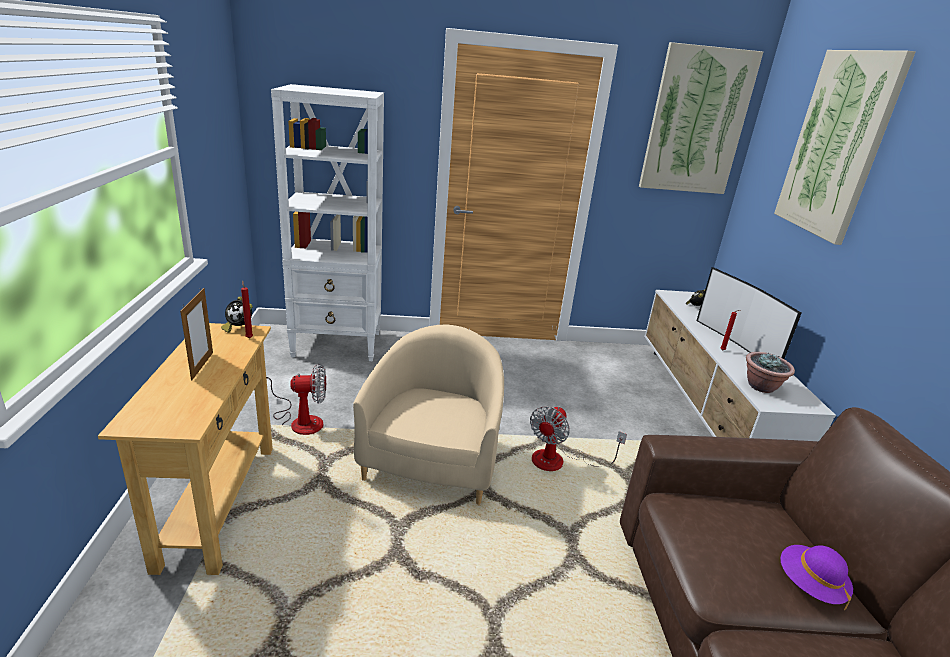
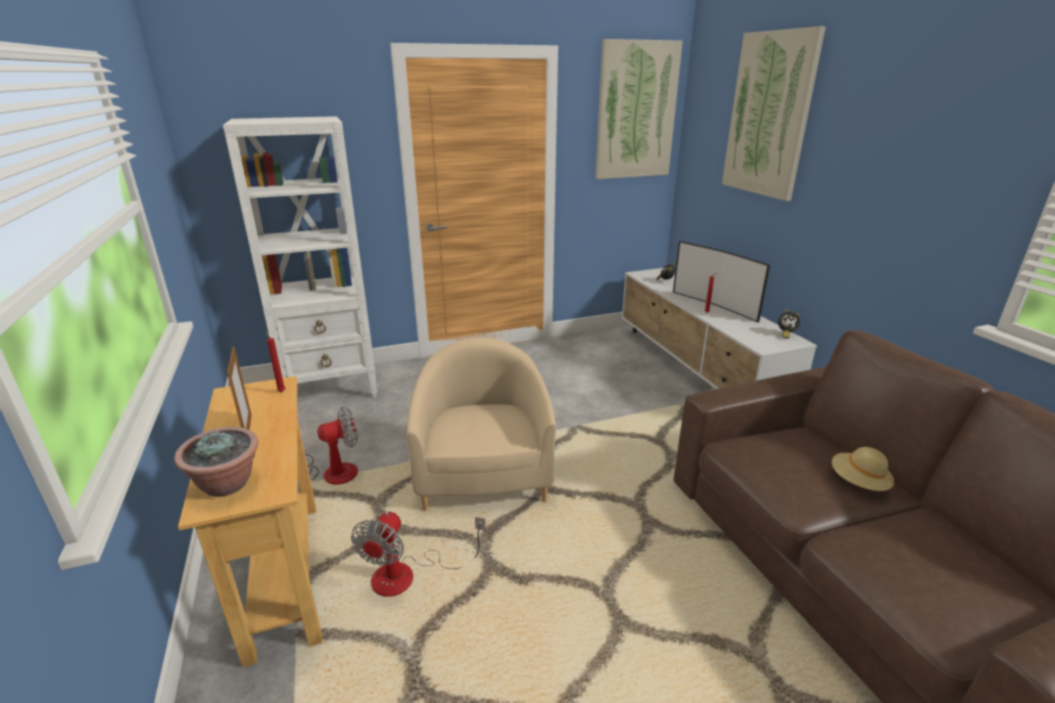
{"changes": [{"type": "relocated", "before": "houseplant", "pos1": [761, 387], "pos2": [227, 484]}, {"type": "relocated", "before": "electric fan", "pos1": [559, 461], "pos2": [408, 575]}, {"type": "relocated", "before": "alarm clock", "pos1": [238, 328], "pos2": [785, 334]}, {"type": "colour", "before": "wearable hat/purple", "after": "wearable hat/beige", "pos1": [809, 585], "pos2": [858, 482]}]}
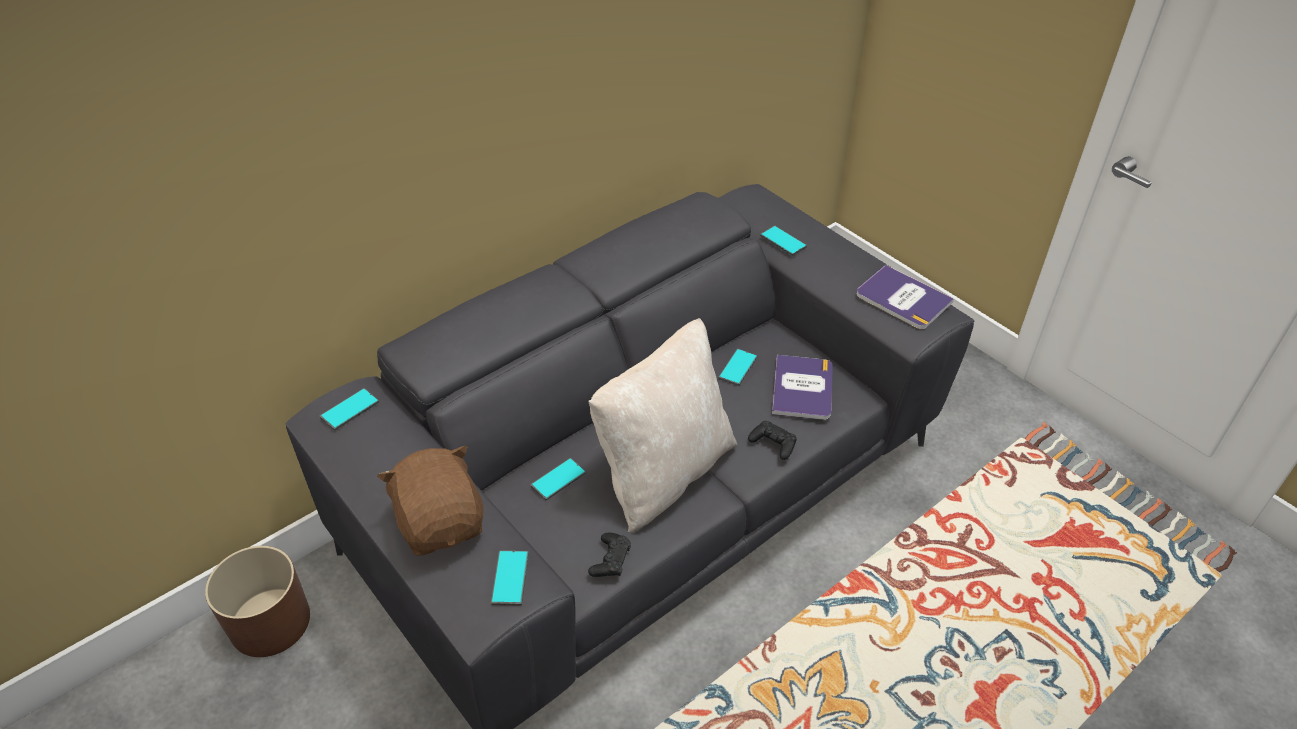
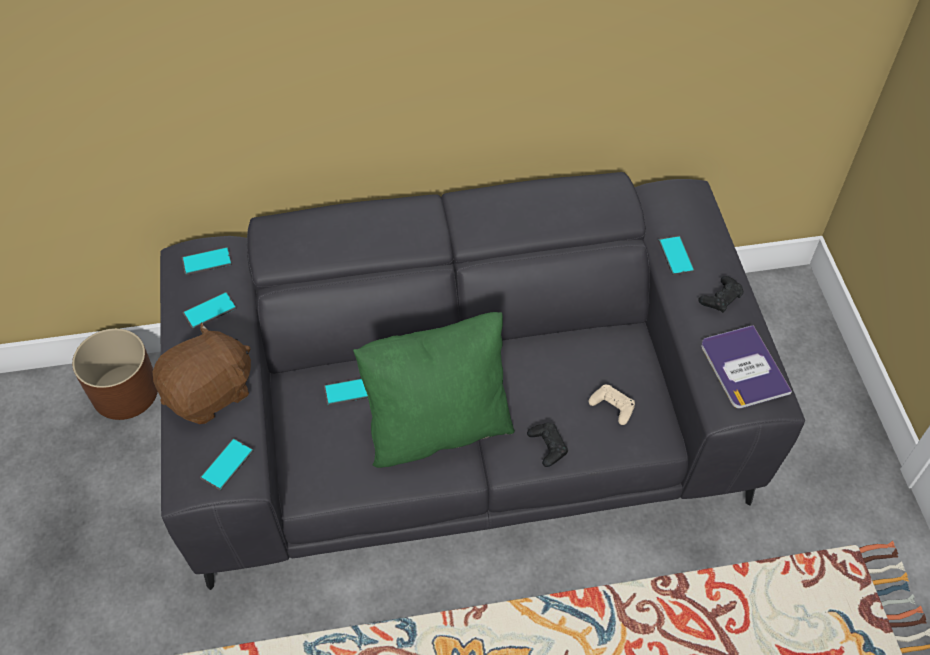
{"changes": [{"type": "spun", "before": "plush toy/brown-coloured", "pos1": [441, 522], "pos2": [210, 393], "turn": 45}, {"type": "relocated", "before": "handset", "pos1": [738, 368], "pos2": [209, 311]}, {"type": "colour", "before": "pillow/beige", "after": "pillow/green-coloured", "pos1": [663, 472], "pos2": [437, 427]}, {"type": "exchanged", "before": "bound book", "after": "joypad/beige", "pos1": [802, 388], "pos2": [612, 406]}, {"type": "relocated", "before": "joypad/black", "pos1": [610, 559], "pos2": [721, 298]}]}
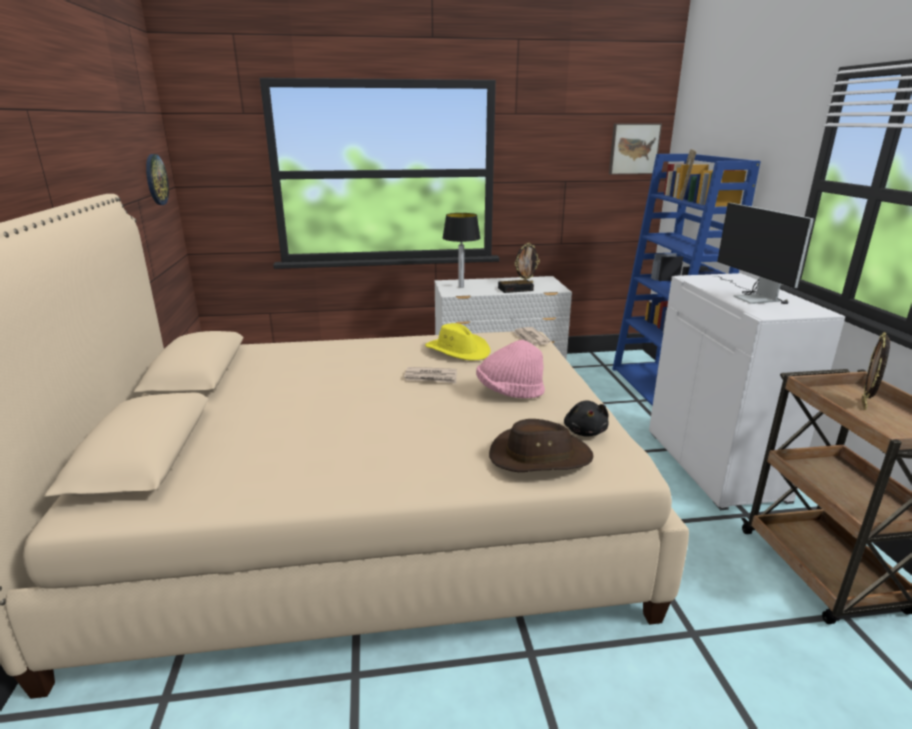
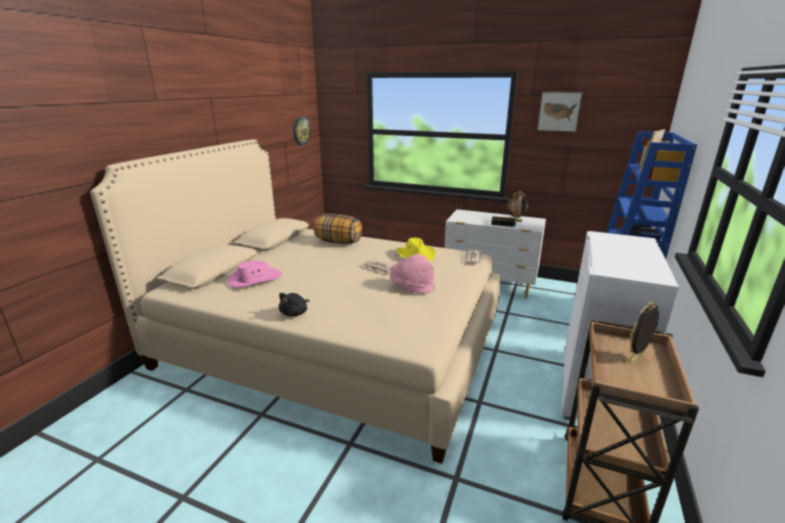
{"changes": [{"type": "appeared", "after": "wearable hat/pink-coloured", "pos2": [255, 279]}, {"type": "relocated", "before": "plush toy/black", "pos1": [585, 431], "pos2": [295, 313]}, {"type": "appeared", "after": "pillow", "pos2": [338, 242]}, {"type": "relocated", "before": "wall picture", "pos1": [633, 149], "pos2": [559, 111]}, {"type": "missing", "before": "table lamp", "pos1": [461, 287]}, {"type": "missing", "before": "wearable hat/brown-coloured", "pos1": [539, 456]}, {"type": "missing", "before": "computer display", "pos1": [750, 296]}]}
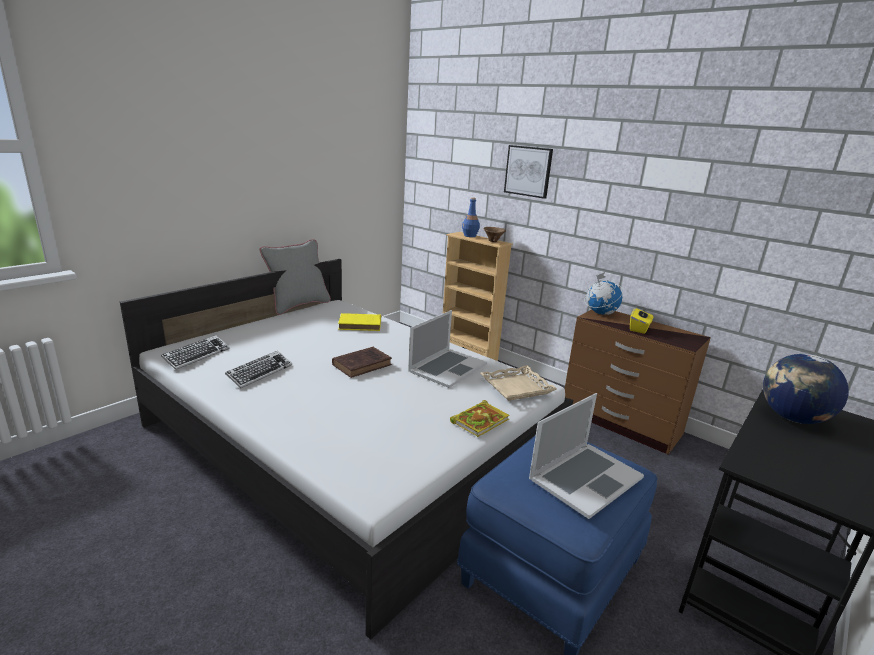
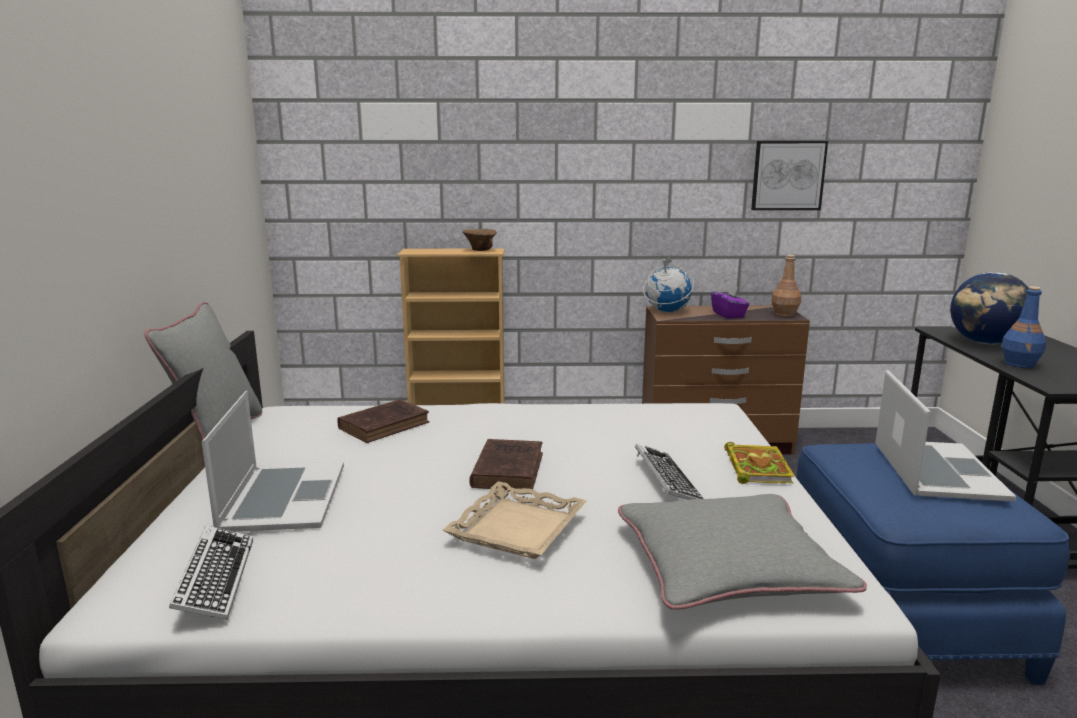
{"changes": [{"type": "relocated", "before": "laptop", "pos1": [447, 367], "pos2": [283, 496]}, {"type": "colour", "before": "bound book/yellow", "after": "bound book/brown-coloured", "pos1": [361, 325], "pos2": [386, 425]}, {"type": "relocated", "before": "tray/beige", "pos1": [517, 388], "pos2": [518, 528]}, {"type": "appeared", "after": "pillow/grey", "pos2": [728, 565]}, {"type": "relocated", "before": "keyboard", "pos1": [260, 372], "pos2": [666, 480]}, {"type": "colour", "before": "tissue holder/yellow", "after": "tissue holder/purple", "pos1": [639, 329], "pos2": [728, 315]}, {"type": "relocated", "before": "wall picture", "pos1": [528, 171], "pos2": [788, 175]}, {"type": "appeared", "after": "bottle/brown-coloured", "pos2": [785, 314]}, {"type": "relocated", "before": "bottle/blue", "pos1": [470, 236], "pos2": [1020, 364]}]}
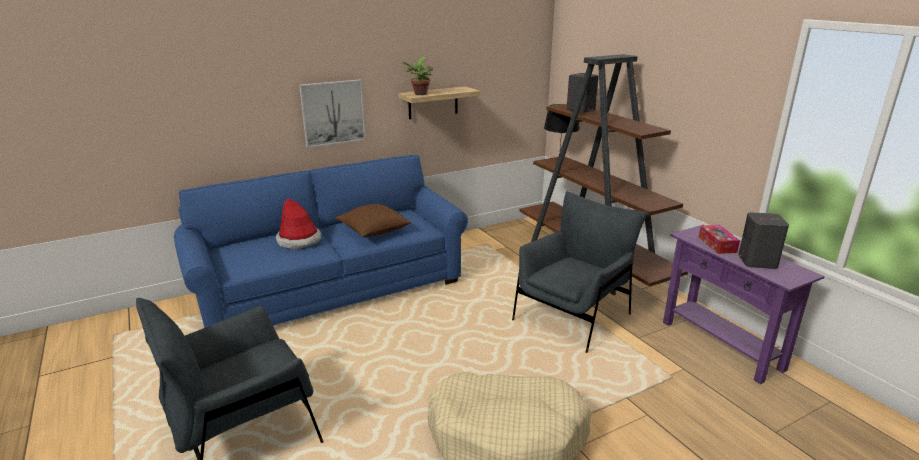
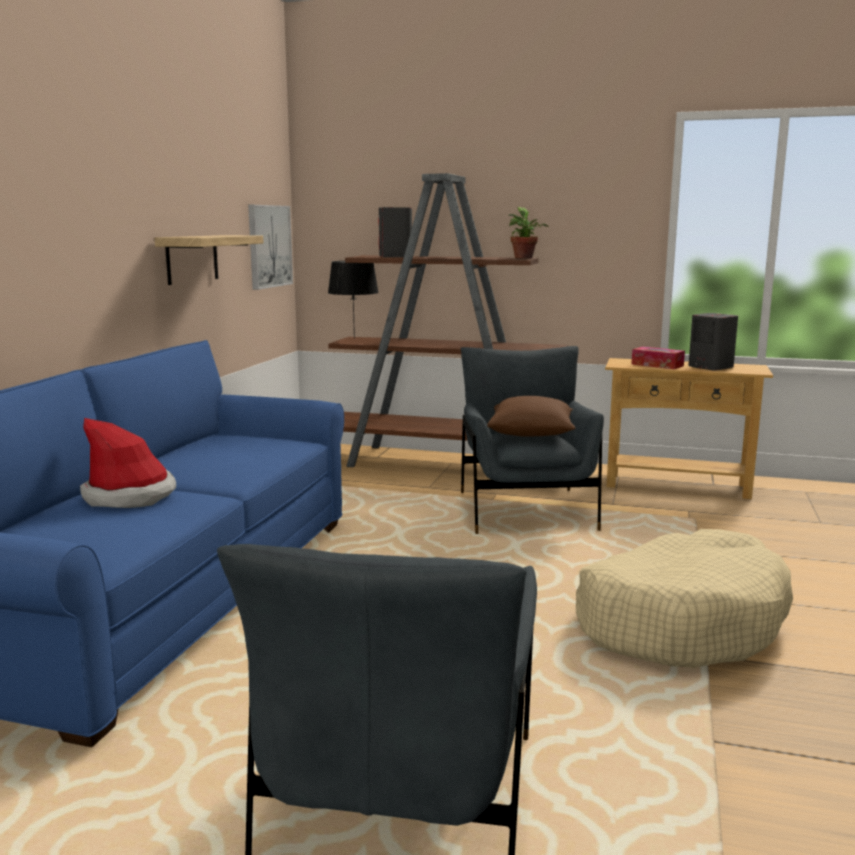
{"changes": [{"type": "relocated", "before": "wall picture", "pos1": [333, 113], "pos2": [269, 246]}, {"type": "relocated", "before": "pillow/brown-coloured", "pos1": [374, 231], "pos2": [531, 435]}, {"type": "relocated", "before": "houseplant", "pos1": [419, 94], "pos2": [524, 258]}, {"type": "colour", "before": "narrow table/purple", "after": "narrow table/beige", "pos1": [721, 345], "pos2": [677, 485]}]}
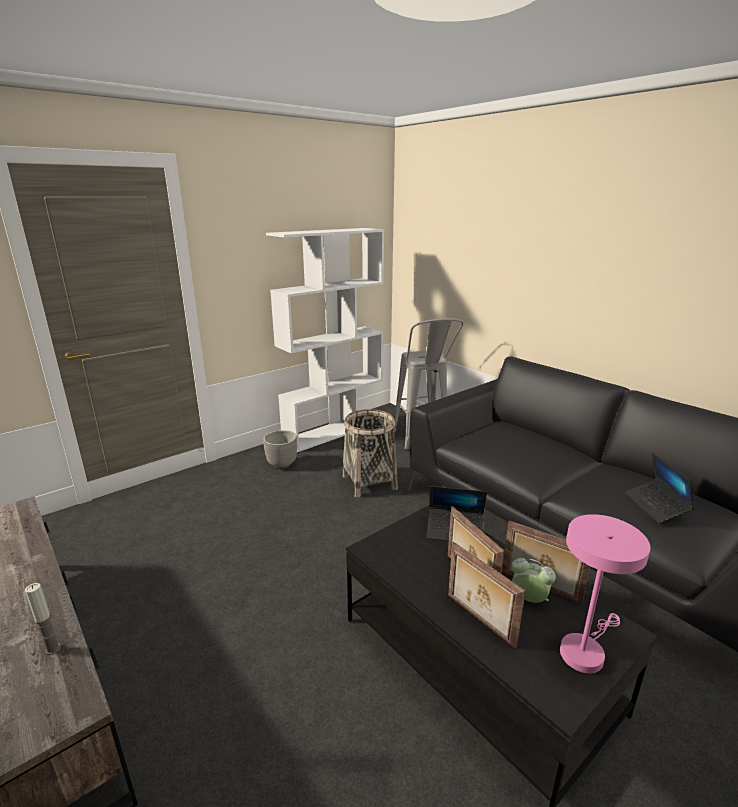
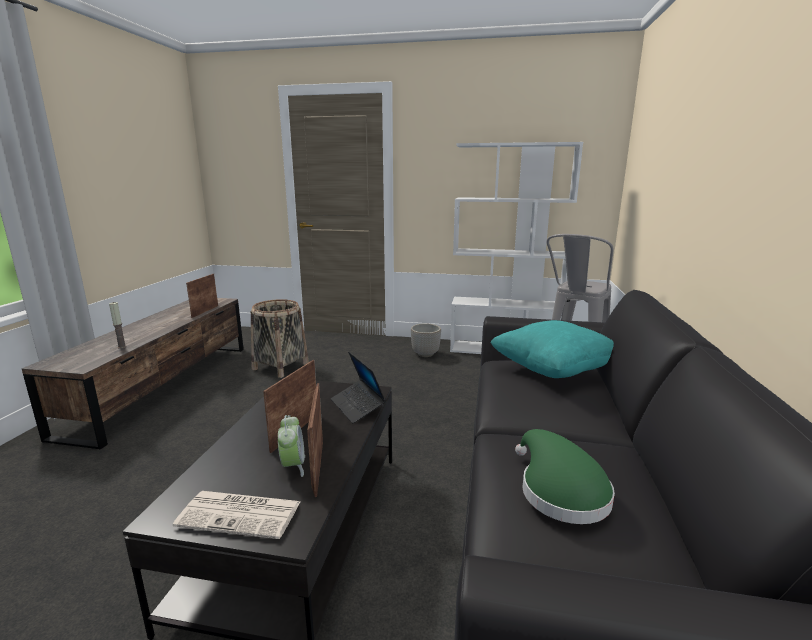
{"changes": [{"type": "exchanged", "before": "table lamp/pink-coloured", "after": "daily paper", "pos1": [584, 650], "pos2": [241, 514]}, {"type": "relocated", "before": "picture frame", "pos1": [479, 620], "pos2": [204, 311]}, {"type": "relocated", "before": "basket", "pos1": [369, 482], "pos2": [281, 366]}, {"type": "appeared", "after": "pillow/turquoise-coloured", "pos2": [552, 371]}, {"type": "exchanged", "before": "laptop", "after": "wearable hat/green-coloured", "pos1": [656, 506], "pos2": [559, 491]}]}
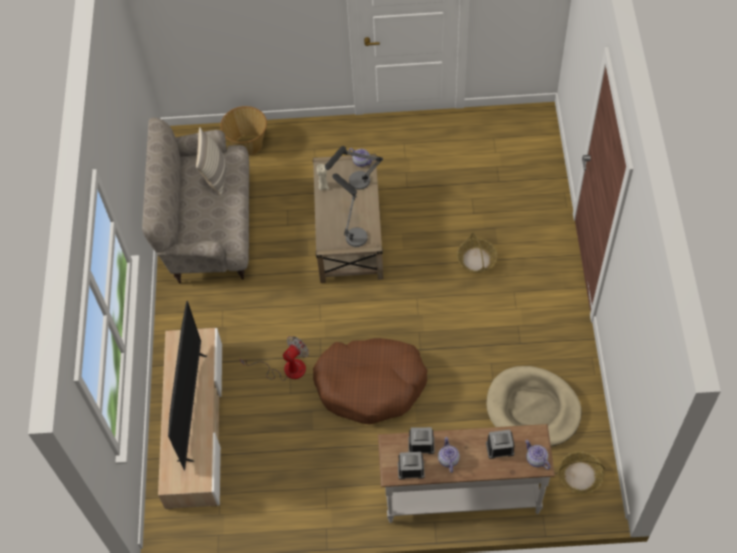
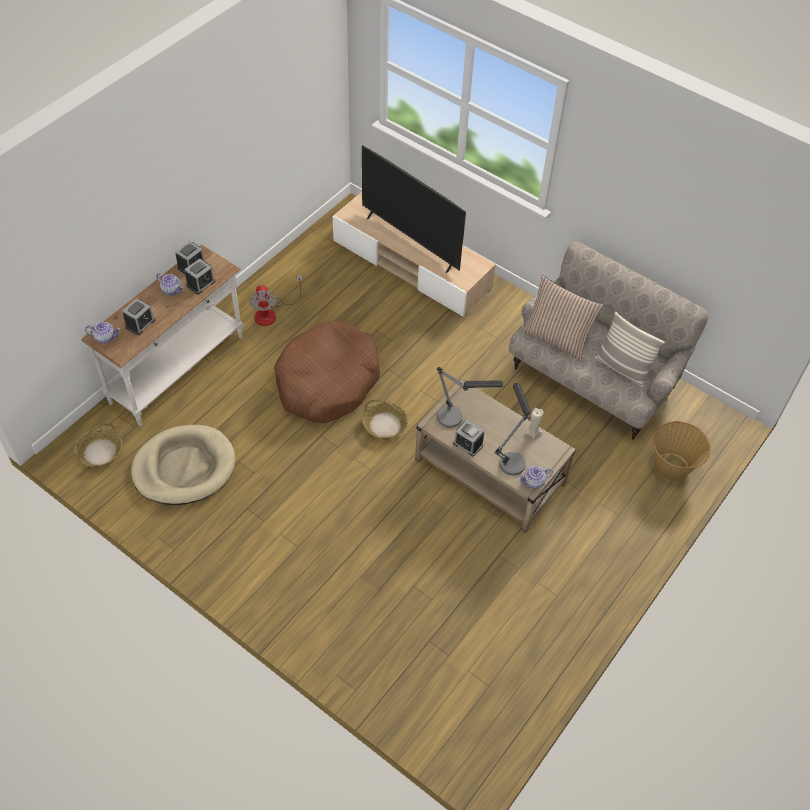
{"changes": [{"type": "relocated", "before": "electric fan", "pos1": [286, 369], "pos2": [271, 313]}, {"type": "relocated", "before": "basket", "pos1": [476, 259], "pos2": [384, 425]}, {"type": "appeared", "after": "alarm clock", "pos2": [468, 444]}, {"type": "appeared", "after": "pillow", "pos2": [556, 338]}]}
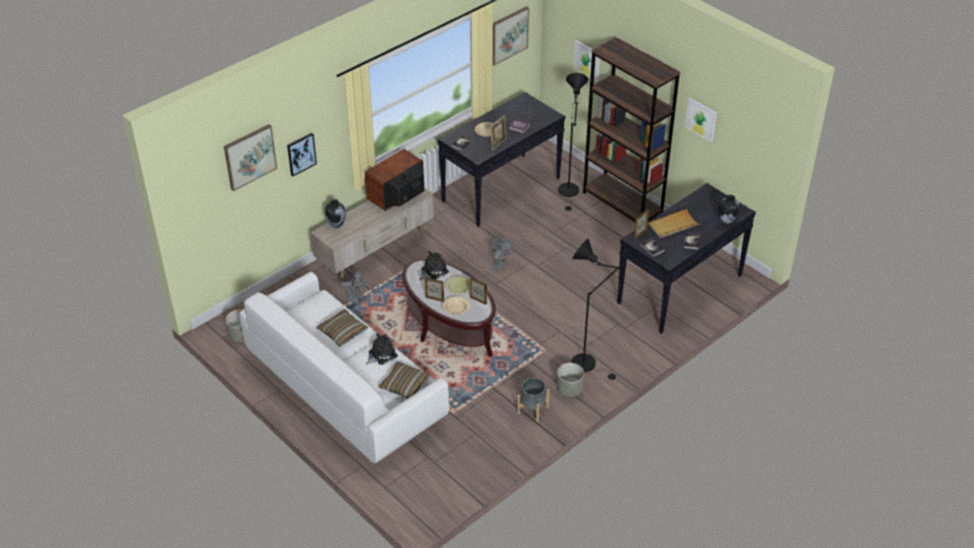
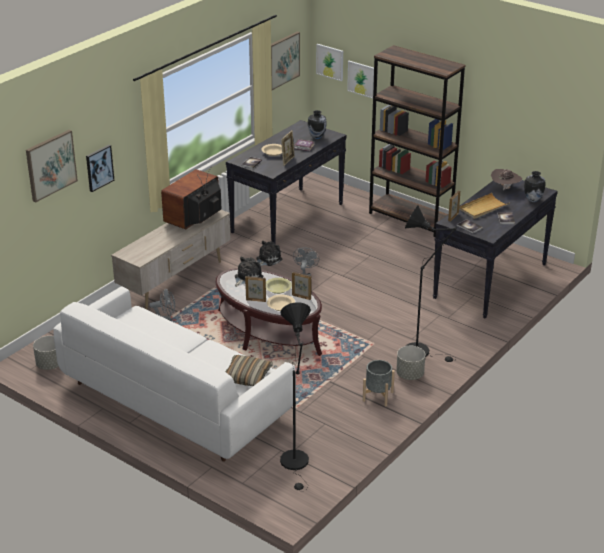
{"changes": [{"type": "relocated", "before": "plush toy", "pos1": [381, 355], "pos2": [267, 260]}, {"type": "relocated", "before": "floor lamp/black", "pos1": [569, 193], "pos2": [296, 464]}, {"type": "relocated", "before": "flower vase", "pos1": [336, 225], "pos2": [317, 137]}, {"type": "relocated", "before": "wall picture", "pos1": [701, 119], "pos2": [330, 62]}, {"type": "appeared", "after": "wearable hat/brown-coloured", "pos2": [505, 188]}, {"type": "missing", "before": "pillow", "pos1": [342, 332]}]}
